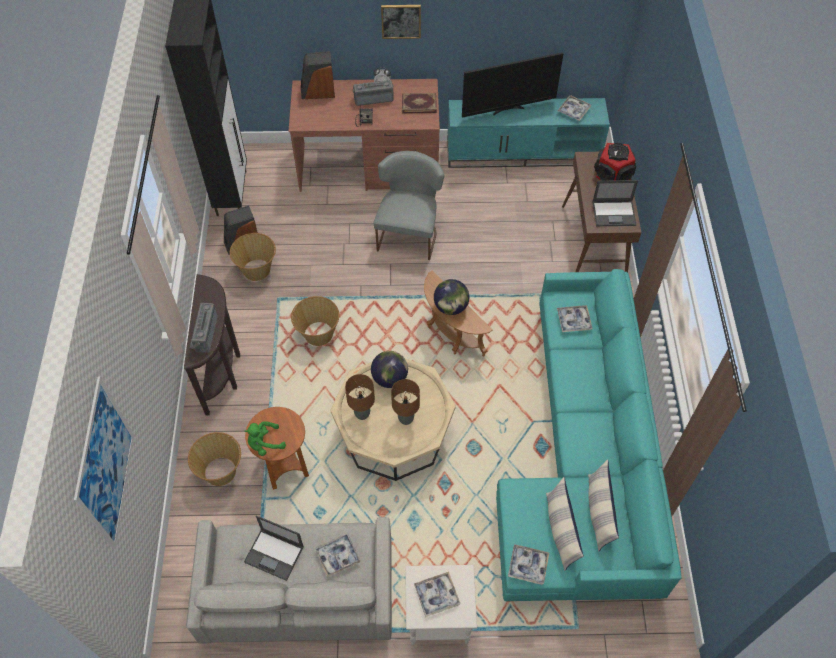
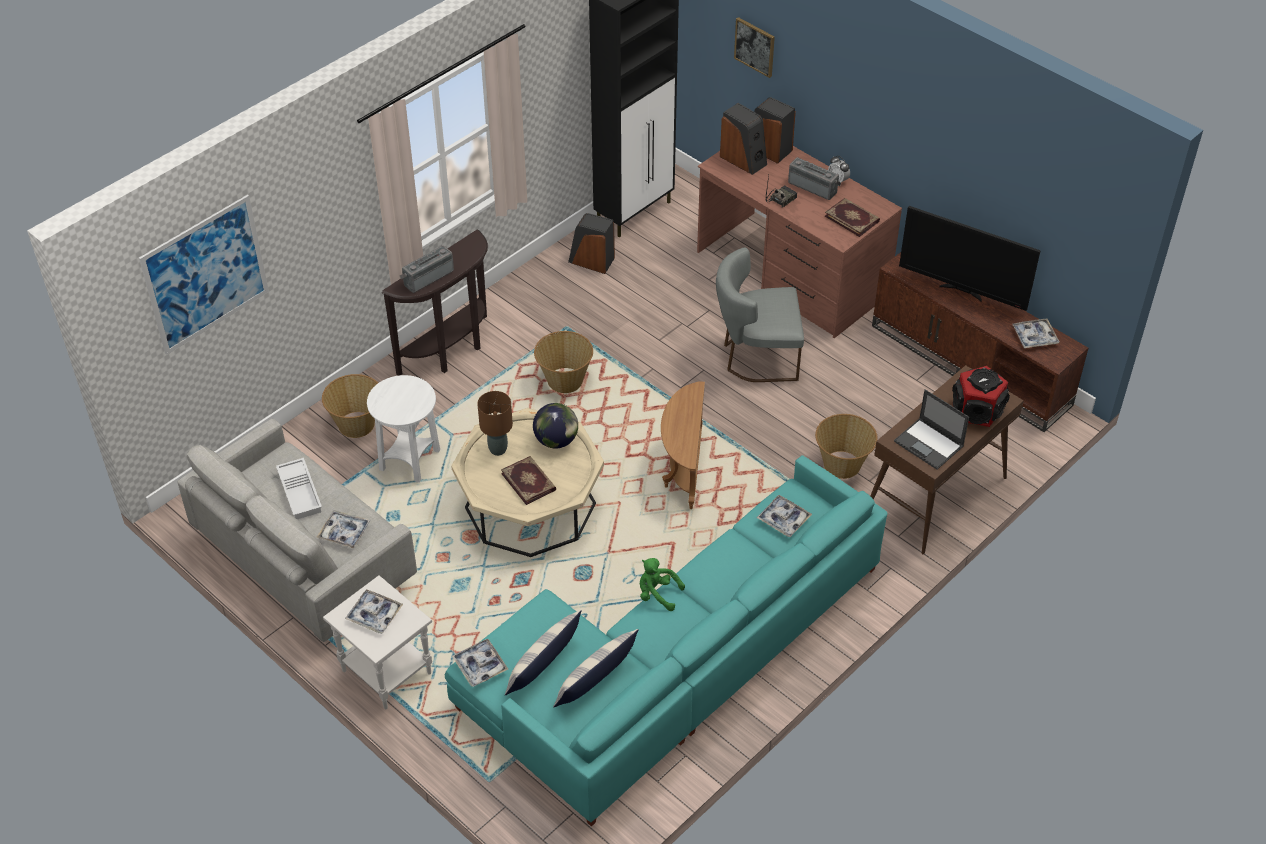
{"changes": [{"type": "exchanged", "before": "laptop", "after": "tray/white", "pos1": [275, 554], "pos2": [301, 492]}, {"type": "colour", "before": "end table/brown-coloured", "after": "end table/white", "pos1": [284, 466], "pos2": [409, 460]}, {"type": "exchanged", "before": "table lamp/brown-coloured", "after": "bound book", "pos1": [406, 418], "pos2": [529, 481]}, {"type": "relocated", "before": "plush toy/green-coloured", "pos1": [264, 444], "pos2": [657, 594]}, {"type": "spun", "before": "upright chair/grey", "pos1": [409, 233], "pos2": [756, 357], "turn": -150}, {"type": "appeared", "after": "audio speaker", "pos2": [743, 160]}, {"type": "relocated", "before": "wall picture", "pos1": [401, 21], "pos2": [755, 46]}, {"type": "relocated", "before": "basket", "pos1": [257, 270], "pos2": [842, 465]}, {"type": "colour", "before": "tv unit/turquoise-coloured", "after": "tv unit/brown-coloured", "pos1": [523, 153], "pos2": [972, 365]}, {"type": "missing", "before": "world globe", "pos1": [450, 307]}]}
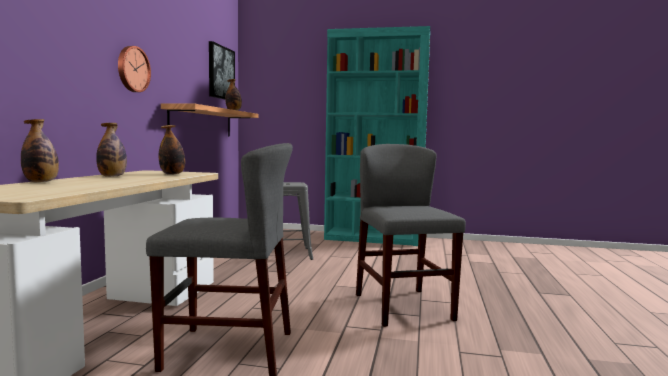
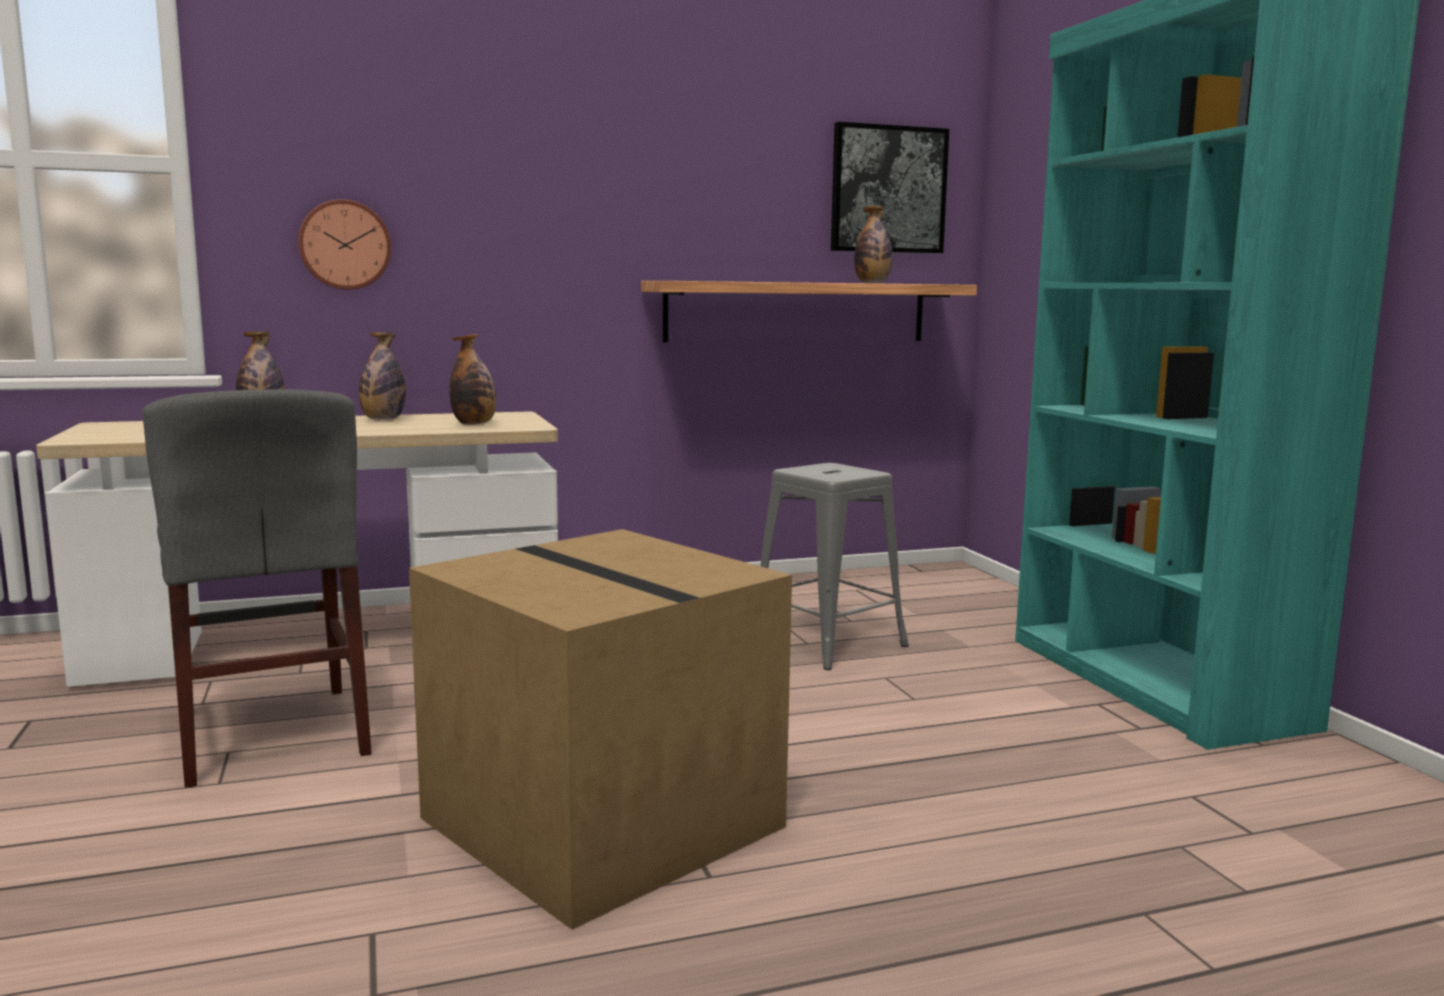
{"changes": [{"type": "relocated", "before": "wall clock", "pos1": [132, 69], "pos2": [345, 245]}, {"type": "exchanged", "before": "upright chair/grey", "after": "cardboard box", "pos1": [403, 307], "pos2": [608, 822]}]}
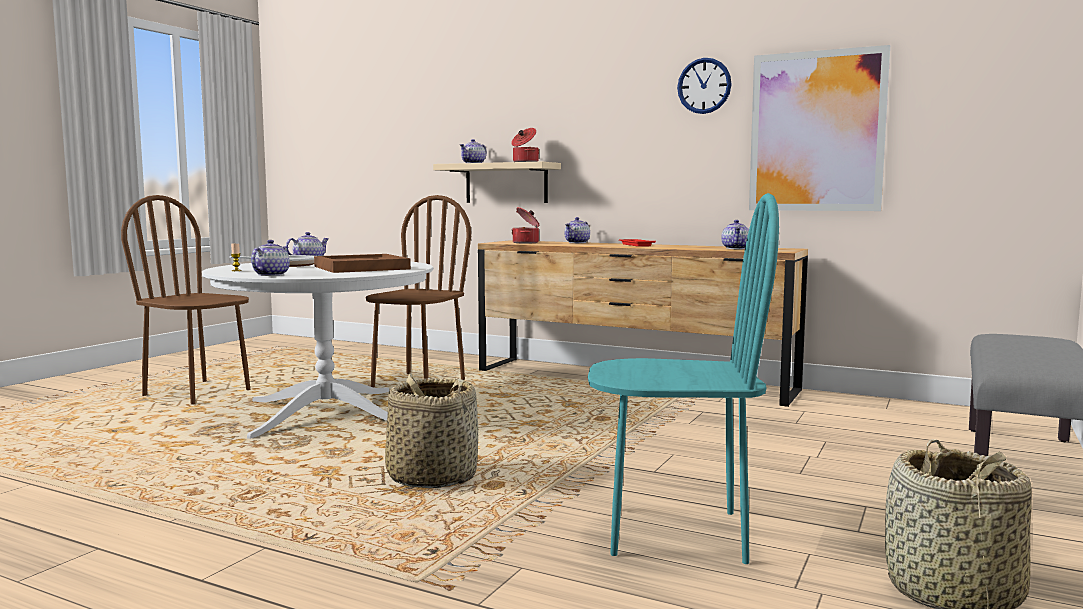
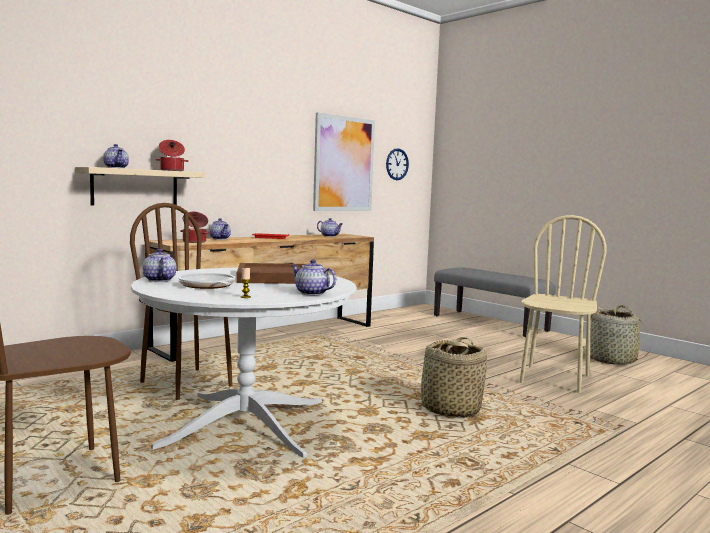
{"changes": [{"type": "relocated", "before": "wall clock", "pos1": [704, 86], "pos2": [397, 164]}, {"type": "colour", "before": "upright chair/turquoise-coloured", "after": "upright chair/beige", "pos1": [676, 533], "pos2": [554, 379]}]}
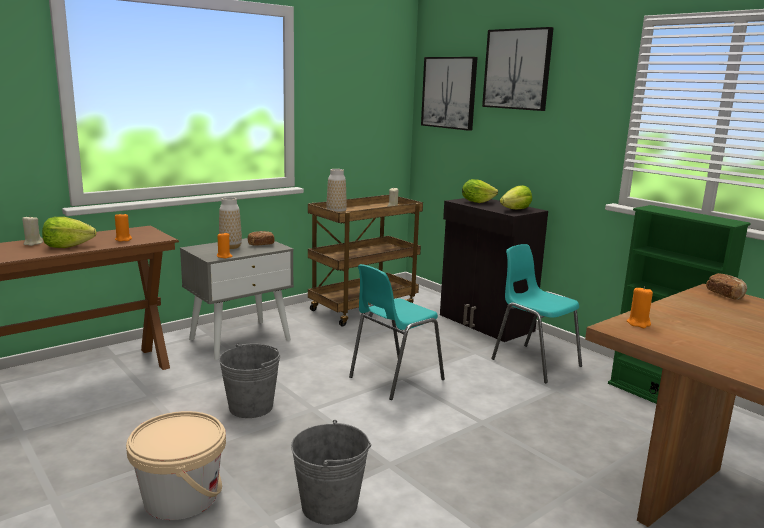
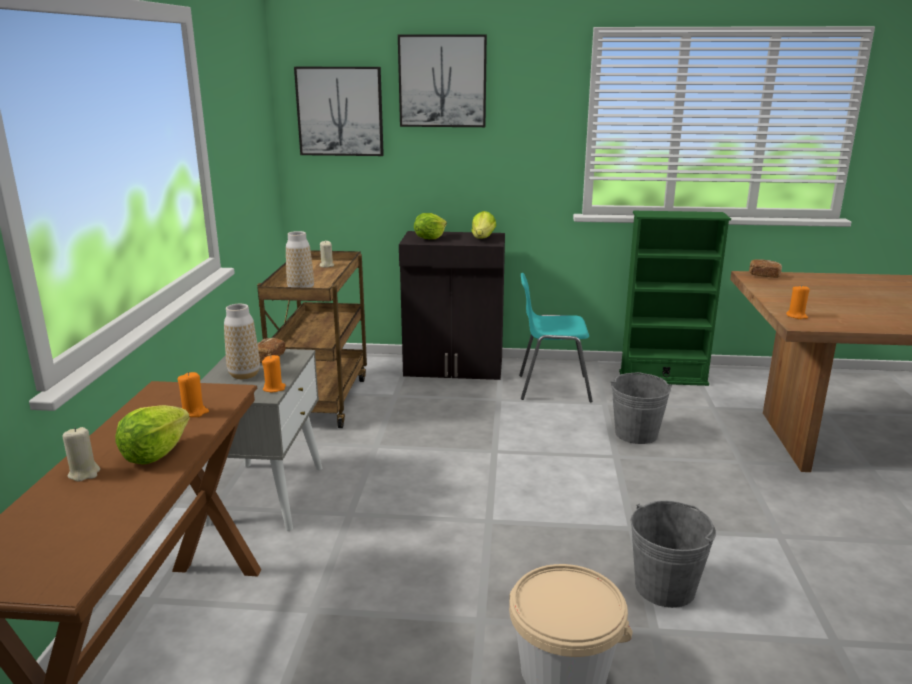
{"changes": [{"type": "relocated", "before": "pail/grey", "pos1": [251, 407], "pos2": [636, 434]}, {"type": "missing", "before": "upright chair/turquoise-coloured", "pos1": [393, 378]}]}
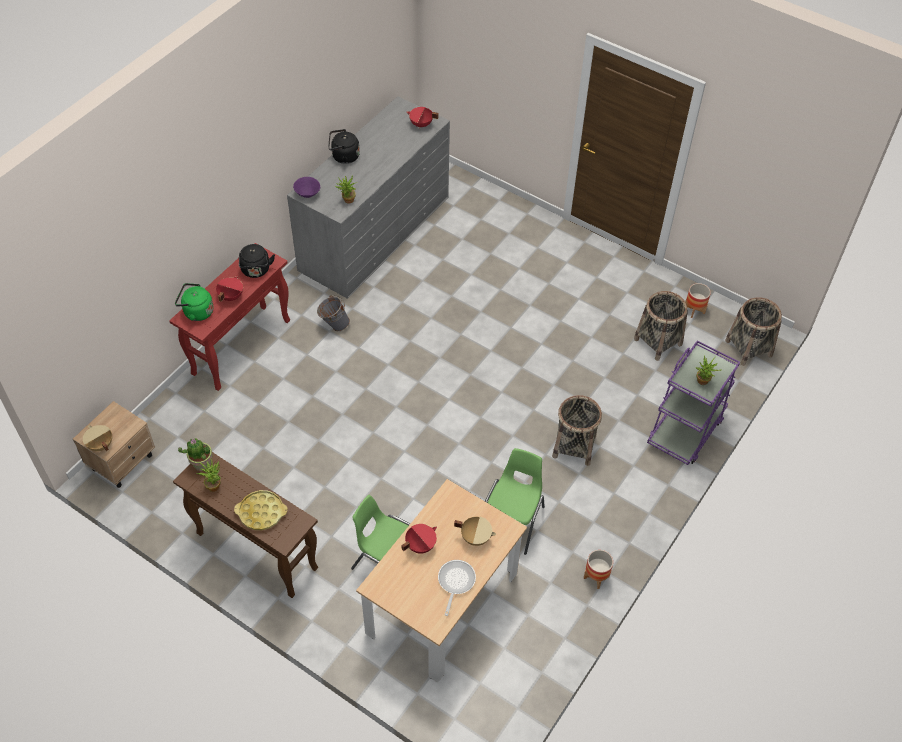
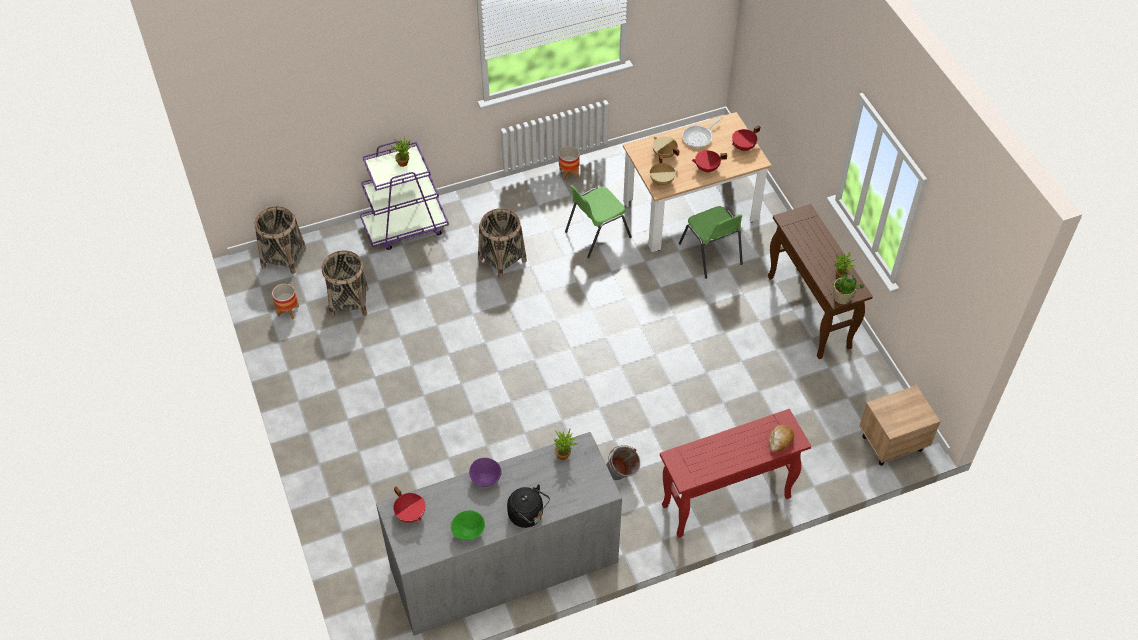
{"changes": [{"type": "appeared", "after": "bowl/green-coloured", "pos2": [468, 531]}, {"type": "relocated", "before": "bowl/purple", "pos1": [307, 194], "pos2": [485, 478]}, {"type": "relocated", "before": "stockpot/beige", "pos1": [100, 445], "pos2": [662, 181]}, {"type": "relocated", "before": "stockpot/red", "pos1": [230, 296], "pos2": [744, 147]}, {"type": "exchanged", "before": "kettle/green-coloured", "after": "baked bread", "pos1": [196, 312], "pos2": [780, 440]}, {"type": "missing", "before": "tray/yellow", "pos1": [261, 512]}, {"type": "missing", "before": "kettle/black", "pos1": [256, 271]}]}
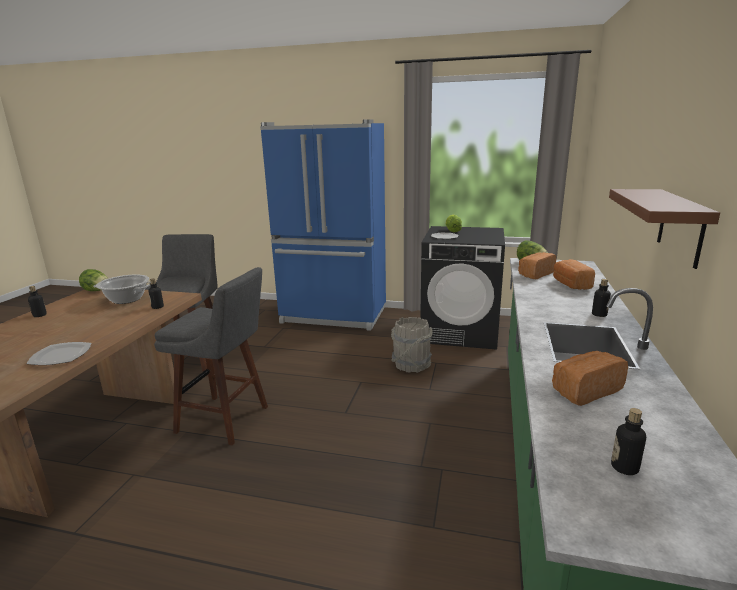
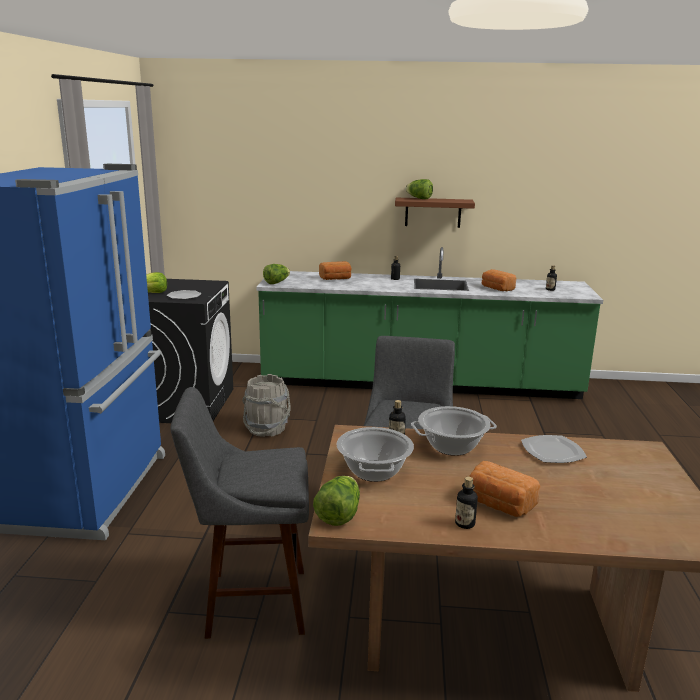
{"changes": [{"type": "appeared", "after": "lettuce head", "pos2": [419, 198]}, {"type": "appeared", "after": "stockpot", "pos2": [452, 446]}, {"type": "relocated", "before": "baked bread", "pos1": [535, 274], "pos2": [498, 504]}]}
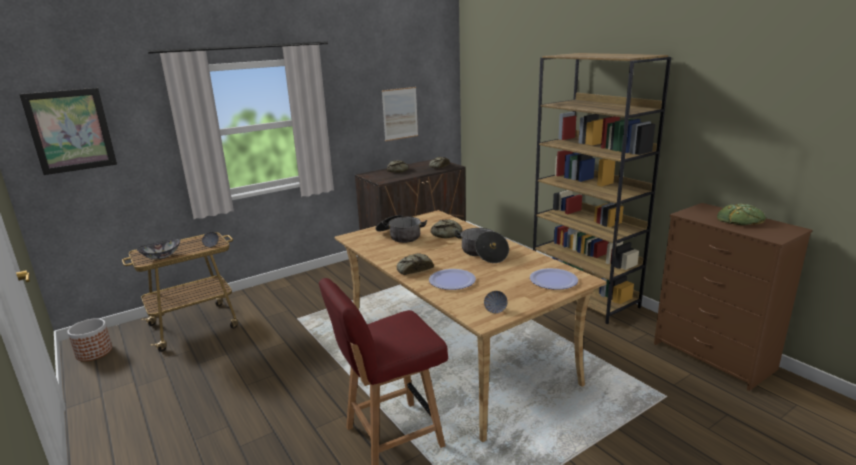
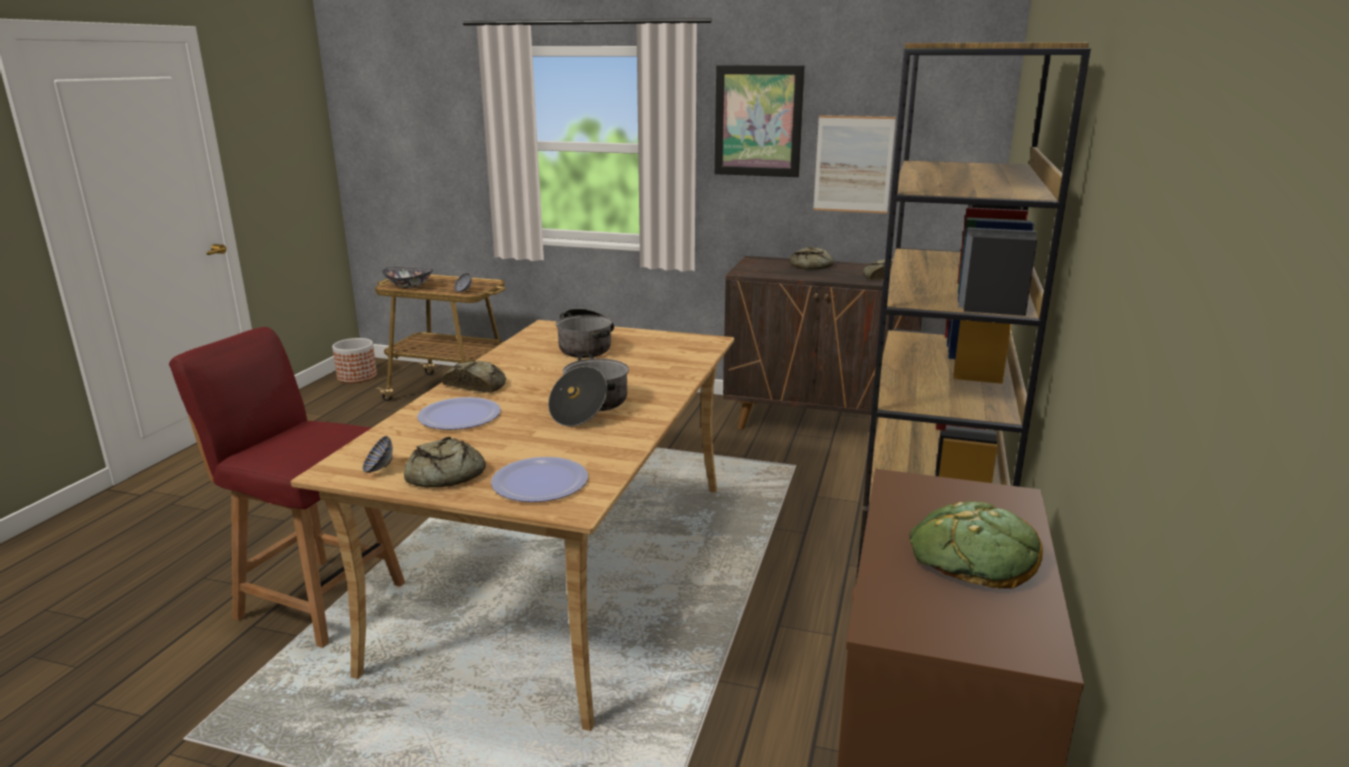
{"changes": [{"type": "relocated", "before": "baked bread", "pos1": [447, 233], "pos2": [443, 475]}, {"type": "relocated", "before": "wall picture", "pos1": [70, 131], "pos2": [758, 121]}]}
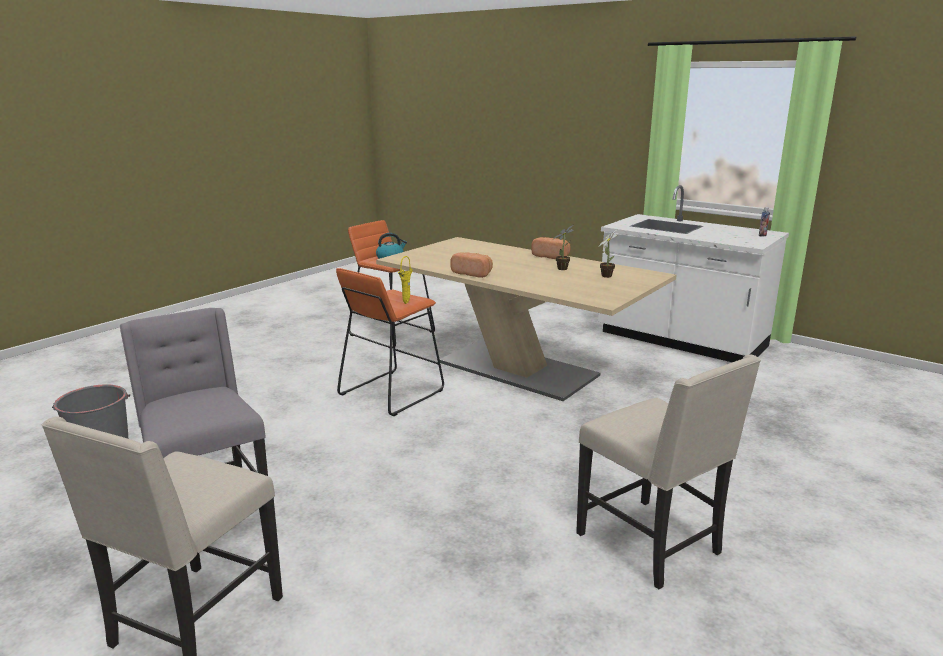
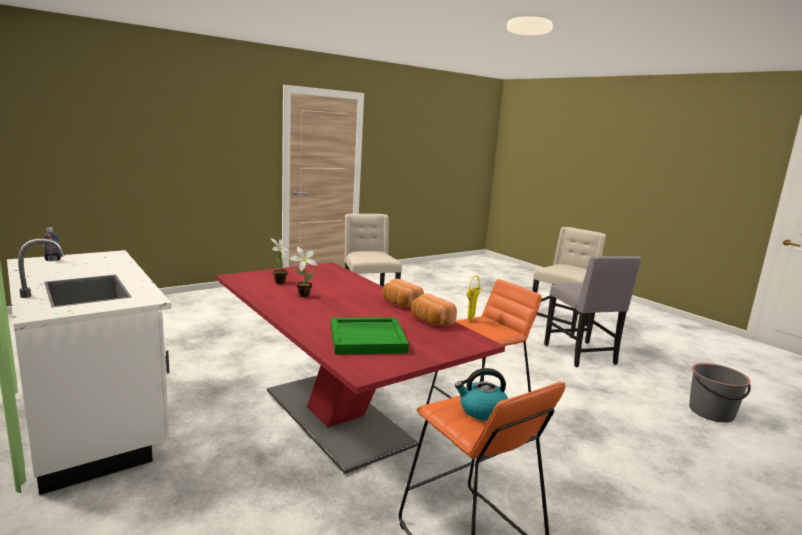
{"changes": [{"type": "colour", "before": "kitchen table/beige", "after": "kitchen table/red", "pos1": [517, 369], "pos2": [336, 417]}, {"type": "appeared", "after": "tray/green-coloured", "pos2": [368, 338]}, {"type": "relocated", "before": "baked bread", "pos1": [552, 256], "pos2": [430, 321]}]}
